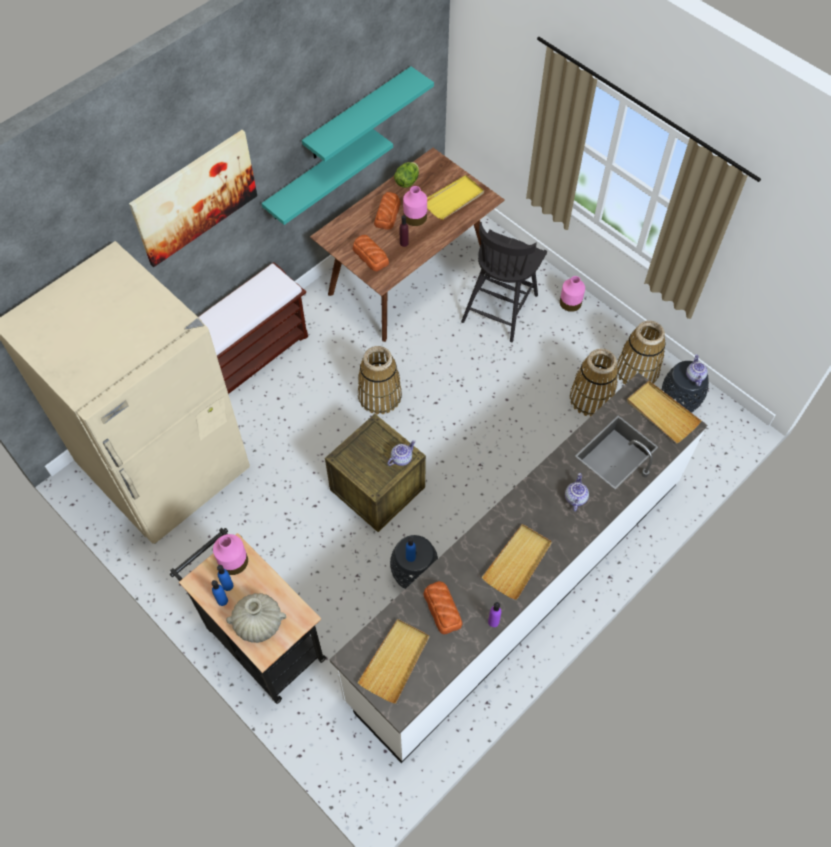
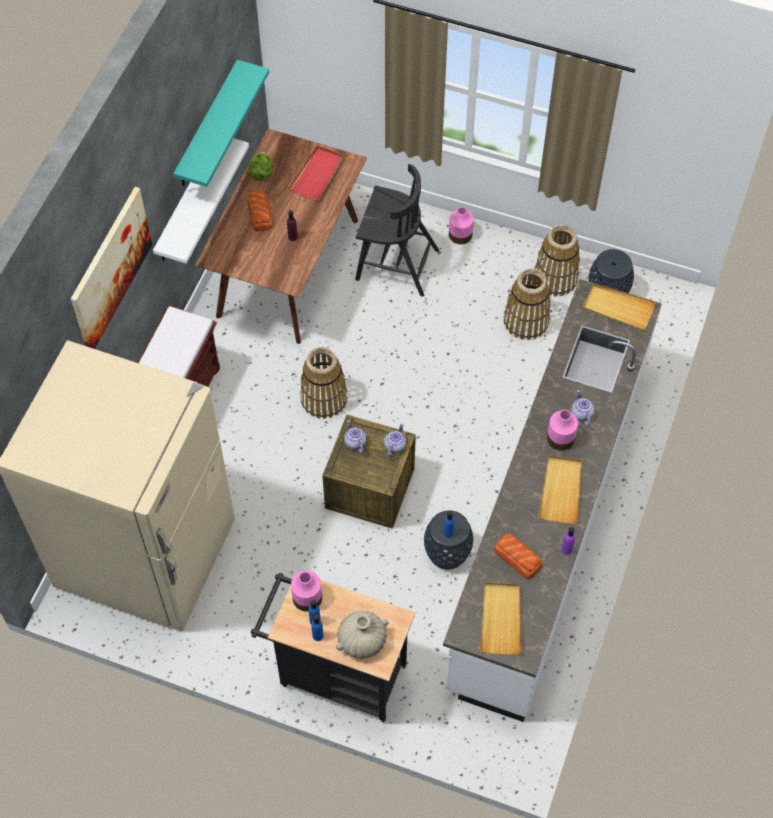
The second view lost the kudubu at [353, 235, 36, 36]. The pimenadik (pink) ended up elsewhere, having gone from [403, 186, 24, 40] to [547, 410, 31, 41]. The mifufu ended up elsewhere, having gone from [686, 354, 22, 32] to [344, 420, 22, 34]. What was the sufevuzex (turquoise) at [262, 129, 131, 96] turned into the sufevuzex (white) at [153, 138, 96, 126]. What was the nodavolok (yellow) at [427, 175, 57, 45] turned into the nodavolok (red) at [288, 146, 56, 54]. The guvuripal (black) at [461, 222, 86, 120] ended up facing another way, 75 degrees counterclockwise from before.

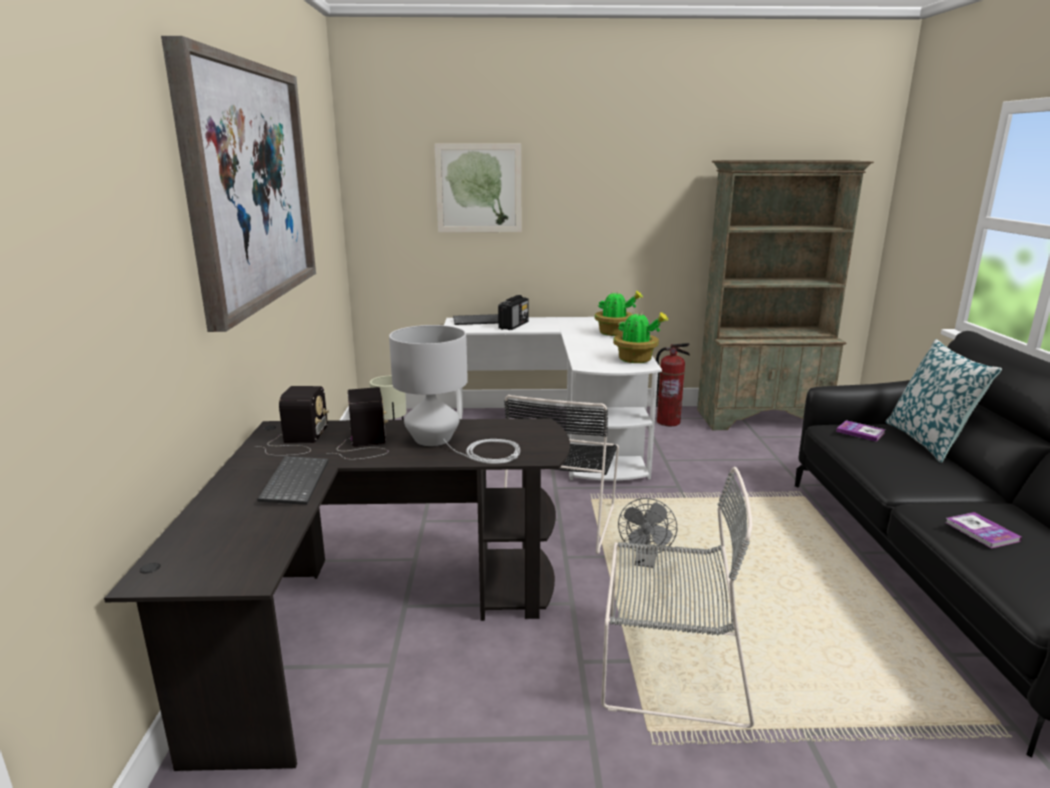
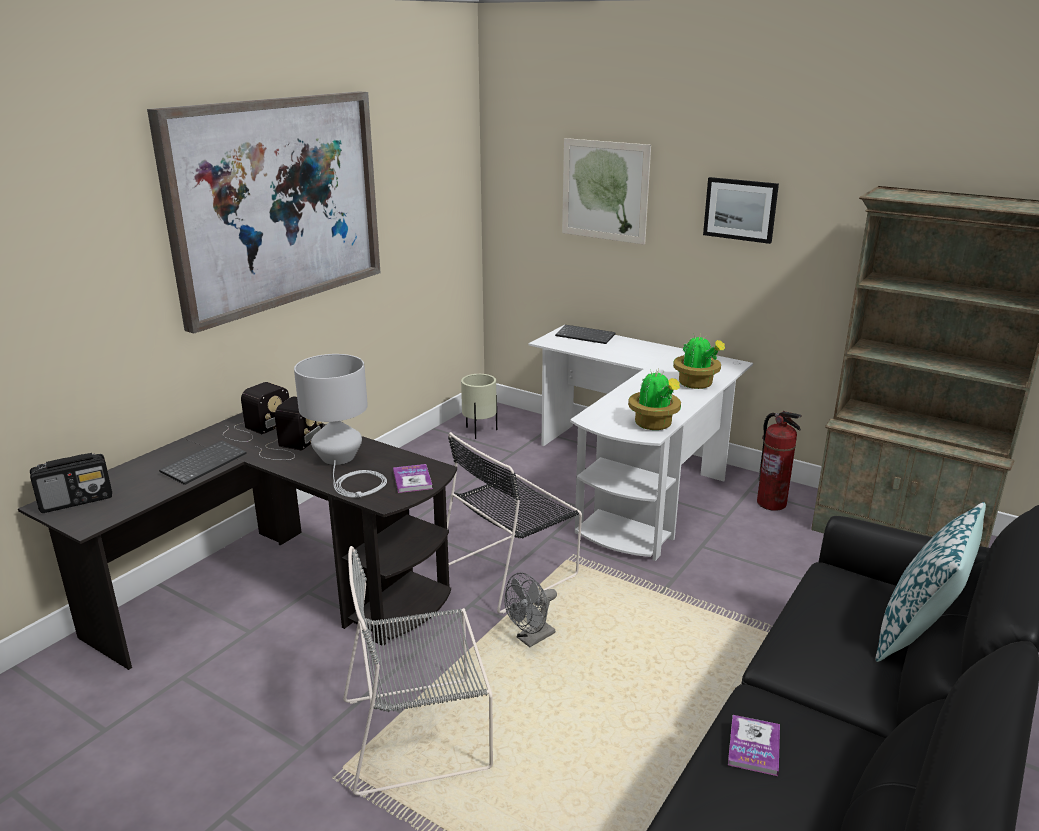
The second view gained the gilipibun at [703, 177, 76, 67]. The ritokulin ended up elsewhere, having gone from [498, 295, 31, 35] to [30, 453, 82, 60]. The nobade ended up elsewhere, having gone from [836, 420, 49, 22] to [393, 464, 40, 29]. The guvuripal (grey) at [601, 467, 153, 261] ended up facing another way, 120 degrees clockwise from before.

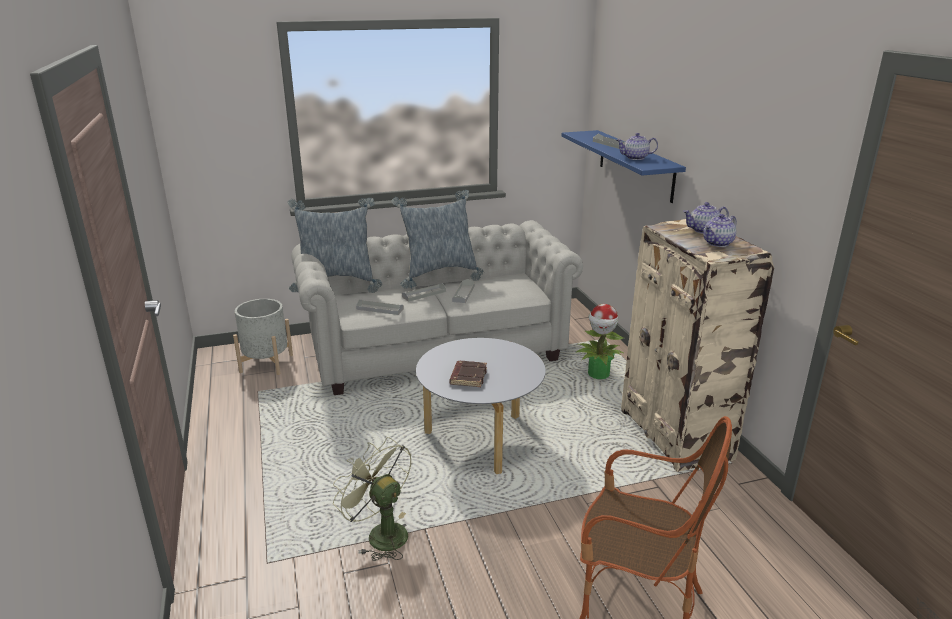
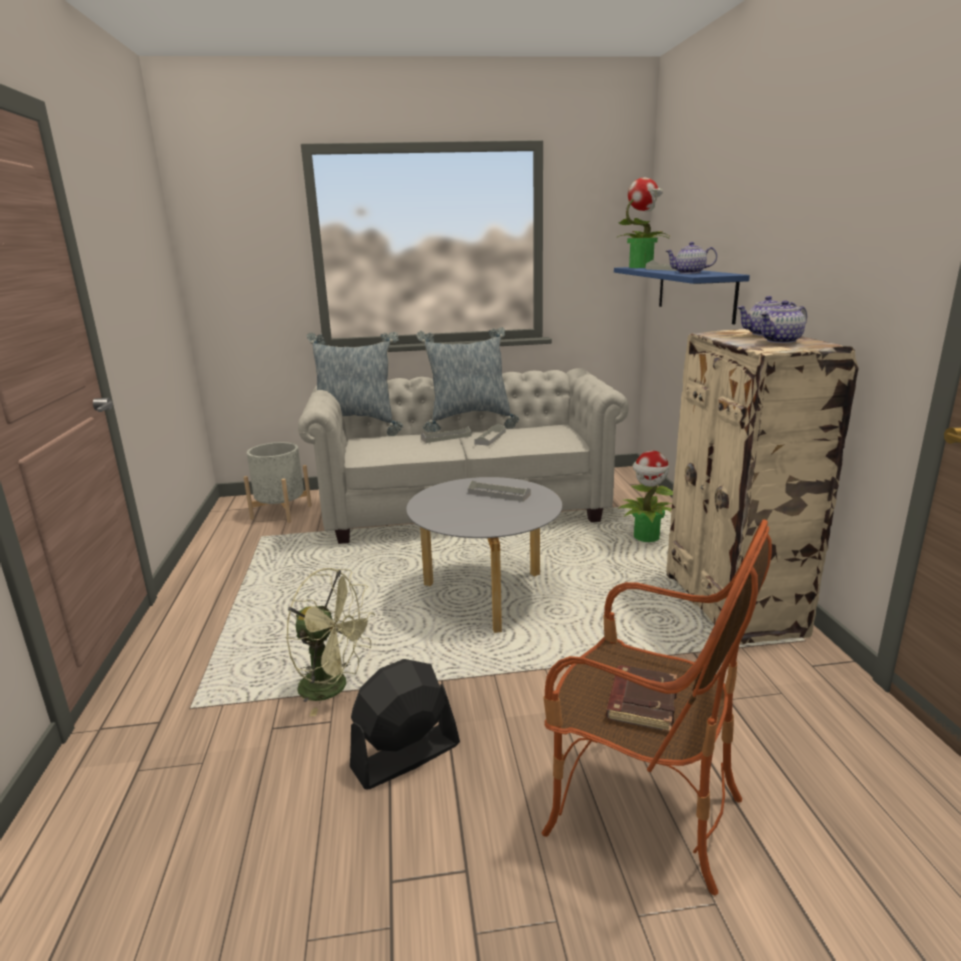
The second view gained the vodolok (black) at [350, 659, 110, 131]. The second view gained the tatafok at [616, 177, 54, 91]. The nodavolok (grey) ended up elsewhere, having gone from [356, 300, 48, 15] to [468, 481, 63, 21]. The nobade (brown) ended up elsewhere, having gone from [449, 361, 38, 26] to [606, 666, 71, 66]. The vodolok (green) at [333, 437, 78, 124] ended up facing another way, 150 degrees clockwise from before.

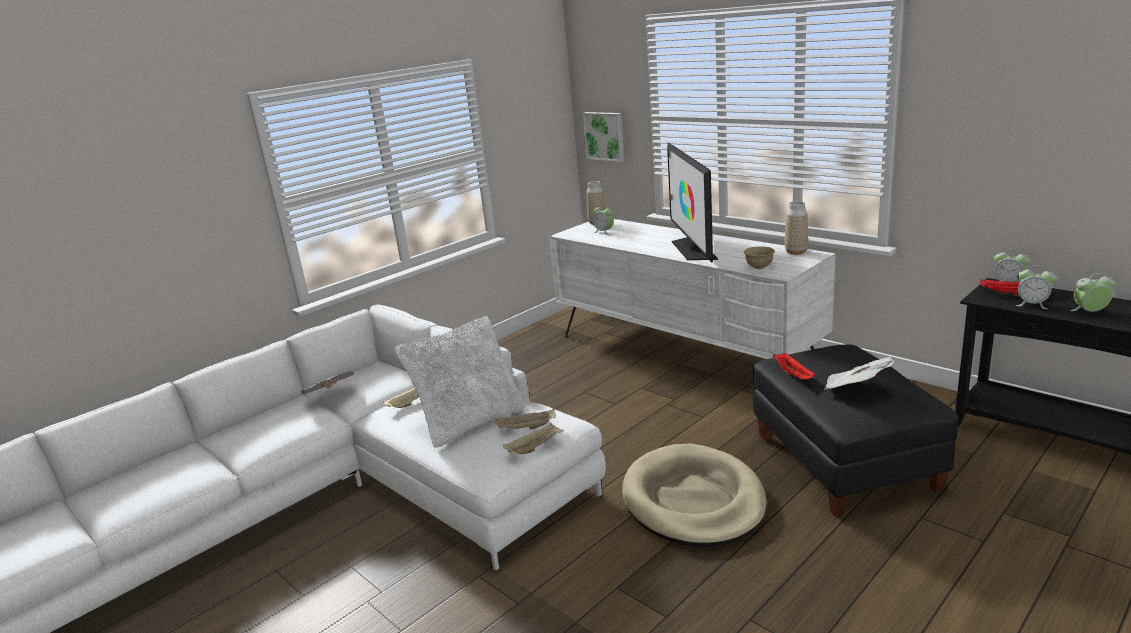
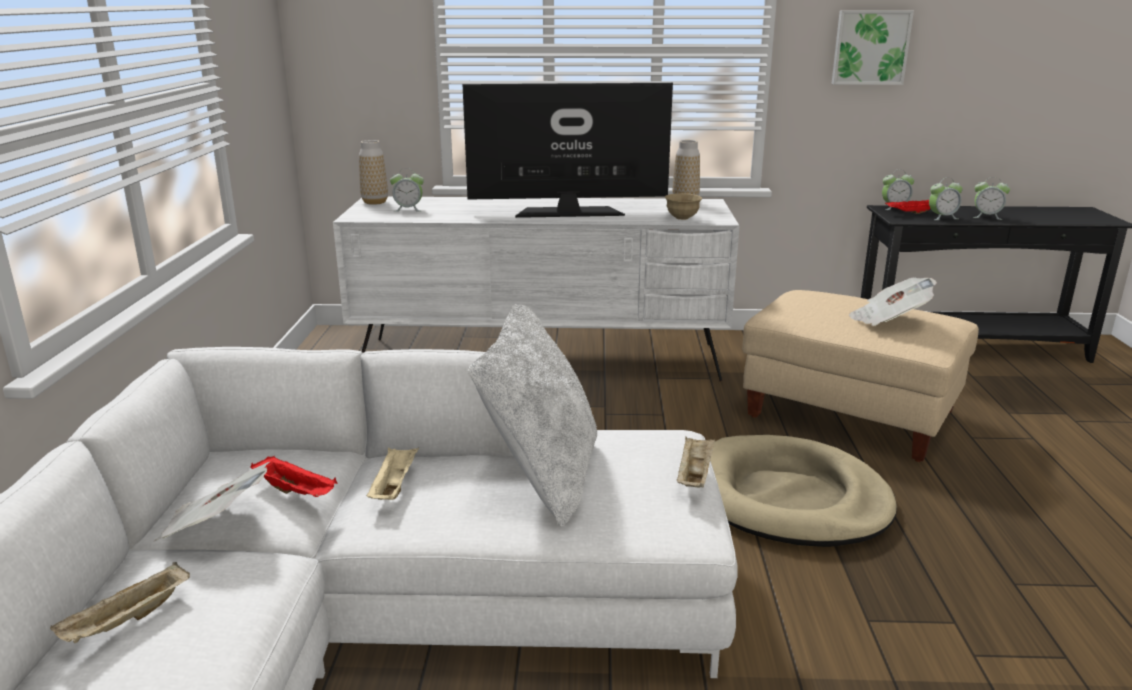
The nodavolok (beige) ended up elsewhere, having gone from [496, 409, 60, 20] to [50, 562, 140, 81]. The gilipibun ended up elsewhere, having gone from [583, 112, 41, 50] to [831, 10, 83, 75]. The nodavolok (red) ended up elsewhere, having gone from [773, 353, 42, 26] to [250, 456, 87, 41]. What was the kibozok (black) at [753, 344, 206, 173] turned into the kibozok (beige) at [742, 290, 237, 172]. The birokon at [667, 143, 51, 119] ended up facing another way, 135 degrees clockwise from before. The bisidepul at [1070, 273, 45, 39] ended up facing another way, 120 degrees counterclockwise from before.

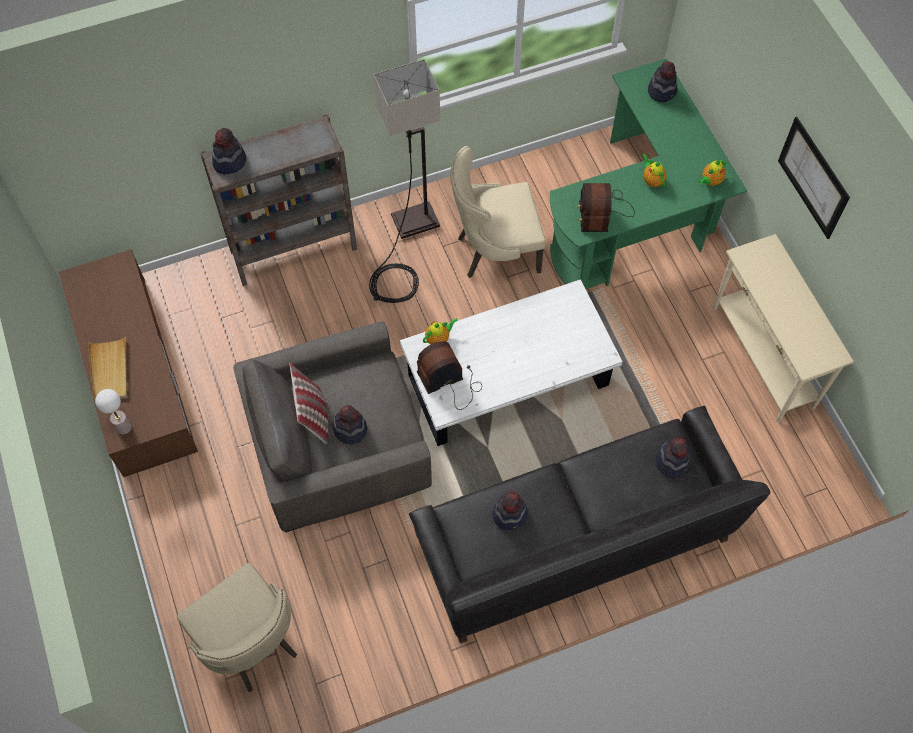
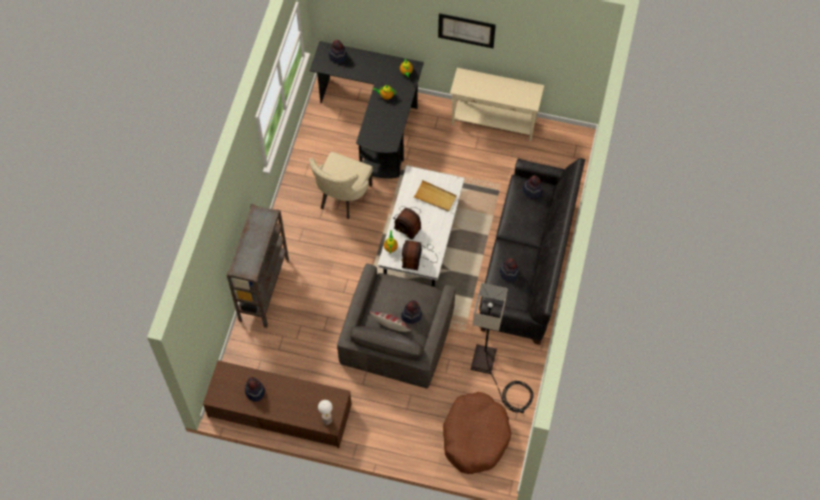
The nodavolok (beige) ended up elsewhere, having gone from [88, 338, 39, 64] to [414, 180, 43, 32]. The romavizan ended up elsewhere, having gone from [212, 128, 34, 46] to [245, 377, 20, 25]. The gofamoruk ended up elsewhere, having gone from [369, 59, 71, 244] to [470, 283, 64, 130]. The ritokulin ended up elsewhere, having gone from [578, 183, 57, 49] to [394, 206, 27, 34]. Where the guvuripal (beige) stood at [177, 563, 120, 129], the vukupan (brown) came to stand at [443, 392, 68, 82]. What was the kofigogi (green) at [550, 58, 197, 232] turned into the kofigogi (black) at [309, 41, 115, 137].

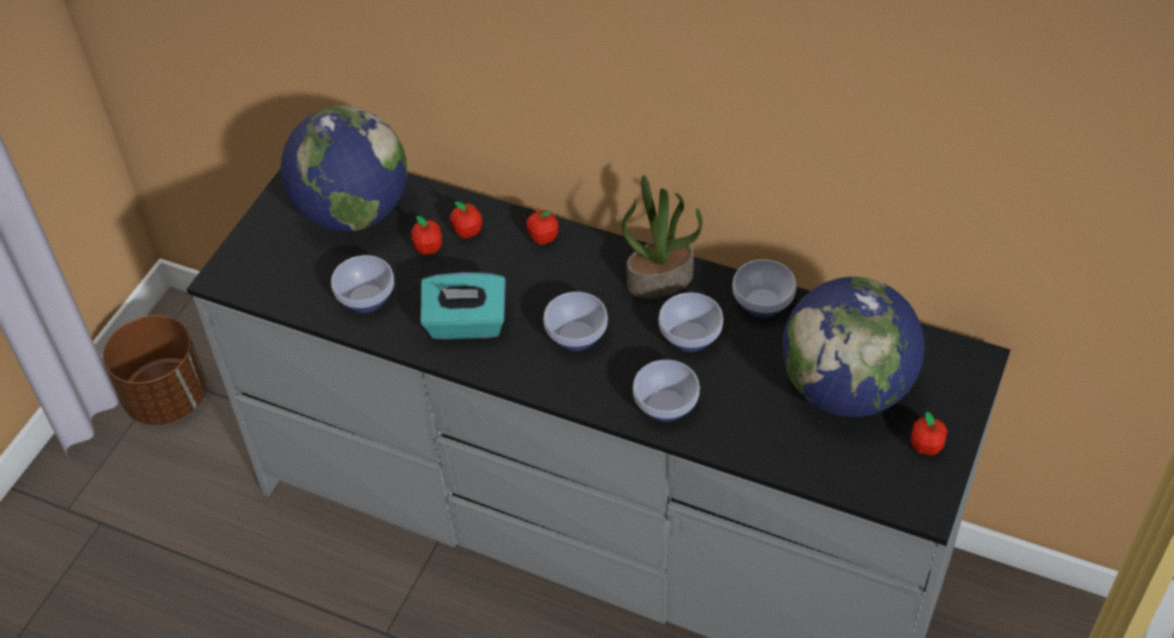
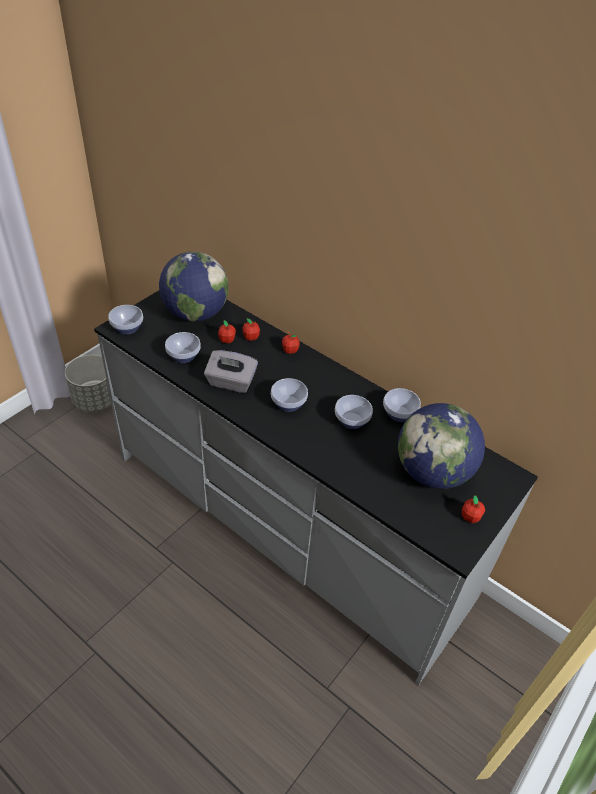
The second view lost the tatafok at [622, 175, 80, 123]. The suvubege ended up elsewhere, having gone from [633, 360, 67, 62] to [108, 305, 35, 30]. What was the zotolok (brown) at [103, 315, 103, 110] turned into the zotolok (grey) at [65, 355, 46, 57]. What was the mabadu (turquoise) at [420, 272, 86, 67] turned into the mabadu (grey) at [204, 350, 54, 43].

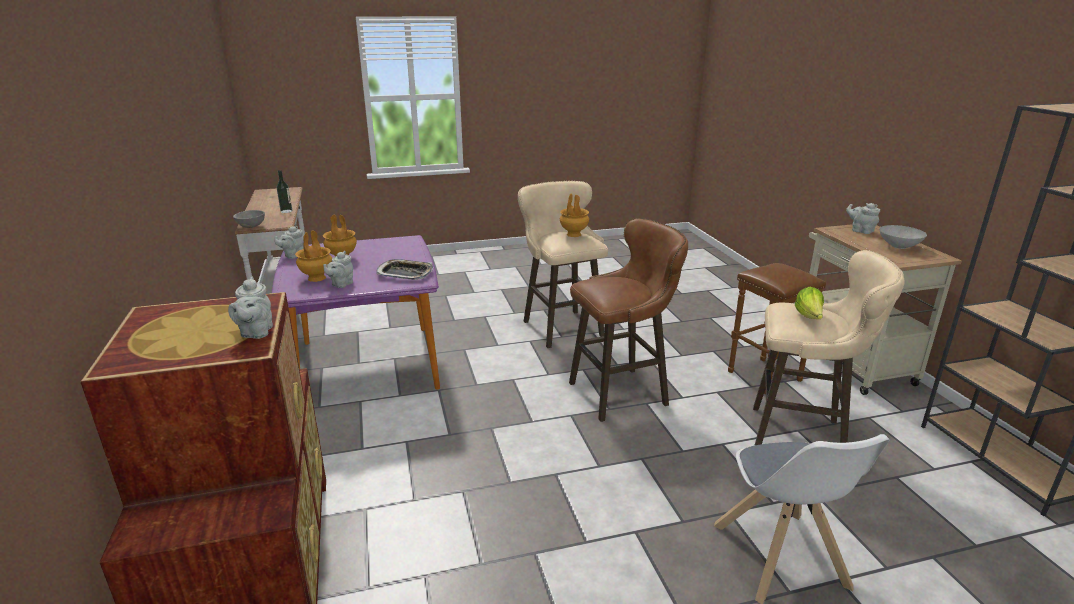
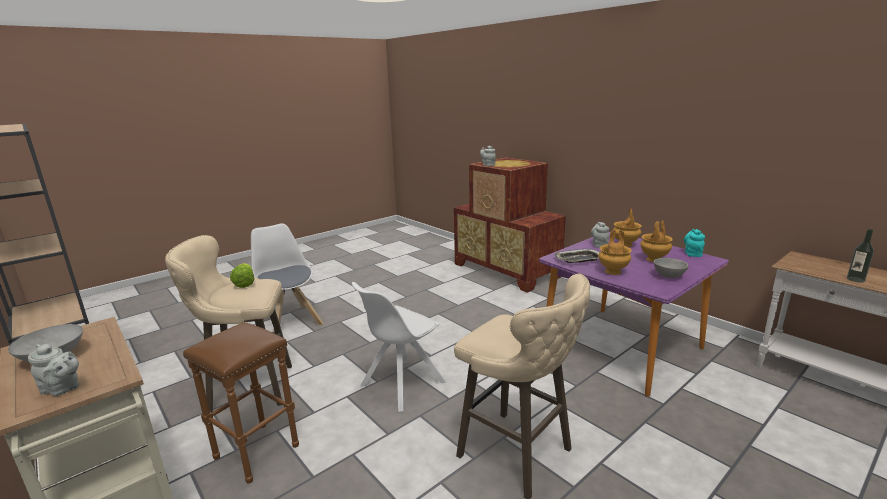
The suvubege (grey) ended up elsewhere, having gone from [233, 210, 32, 18] to [654, 258, 34, 20]. The pimenadik (brown) ended up elsewhere, having gone from [560, 194, 29, 43] to [599, 230, 33, 45]. Where the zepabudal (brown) stood at [569, 218, 119, 204], the guvuripal (white) came to stand at [352, 282, 94, 130]. What was the mifufu (grey) at [274, 226, 30, 33] turned into the mifufu (turquoise) at [684, 229, 21, 28].

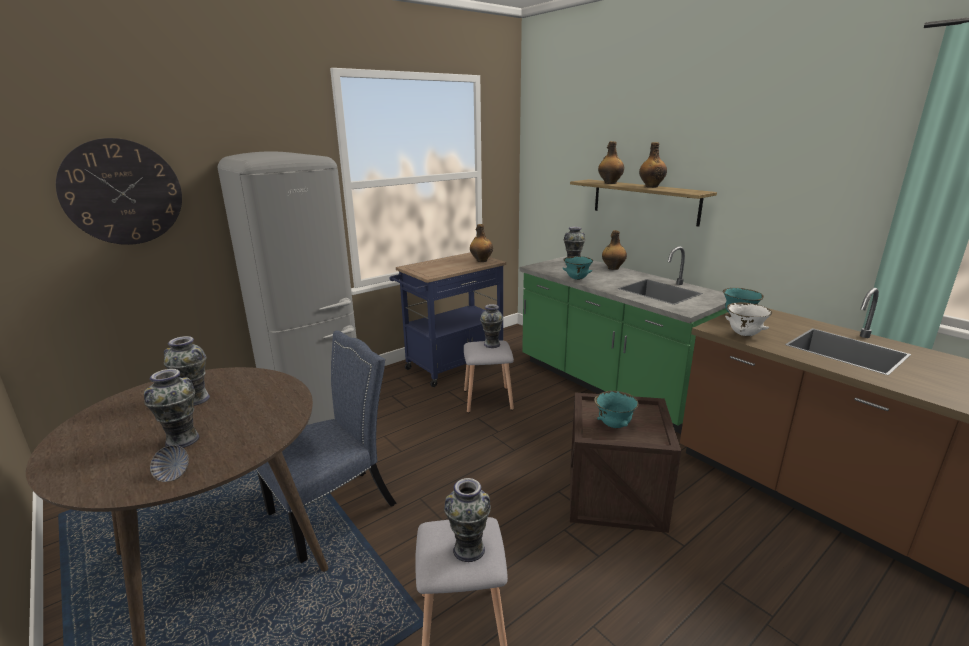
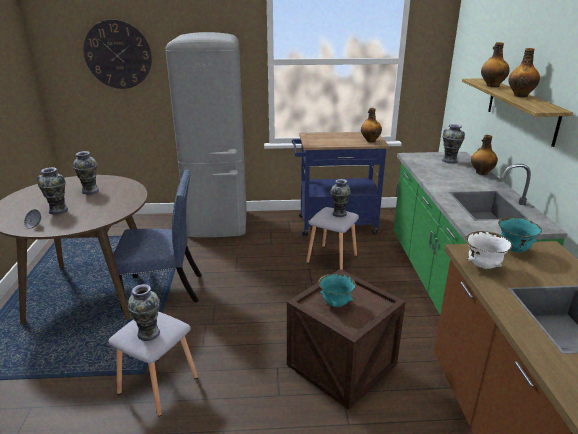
The second view lost the suvubege (turquoise) at [563, 256, 30, 24].

